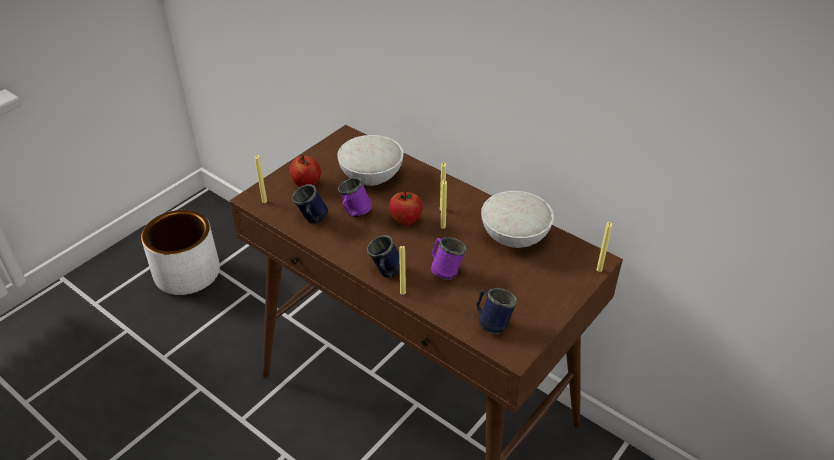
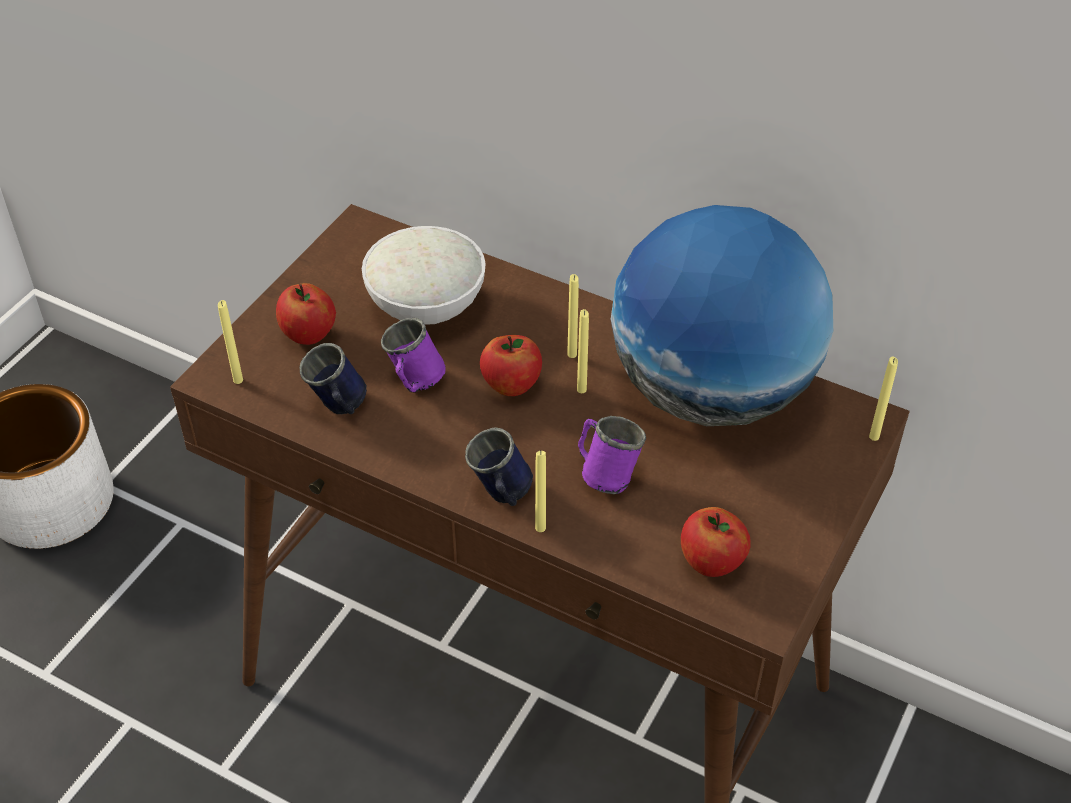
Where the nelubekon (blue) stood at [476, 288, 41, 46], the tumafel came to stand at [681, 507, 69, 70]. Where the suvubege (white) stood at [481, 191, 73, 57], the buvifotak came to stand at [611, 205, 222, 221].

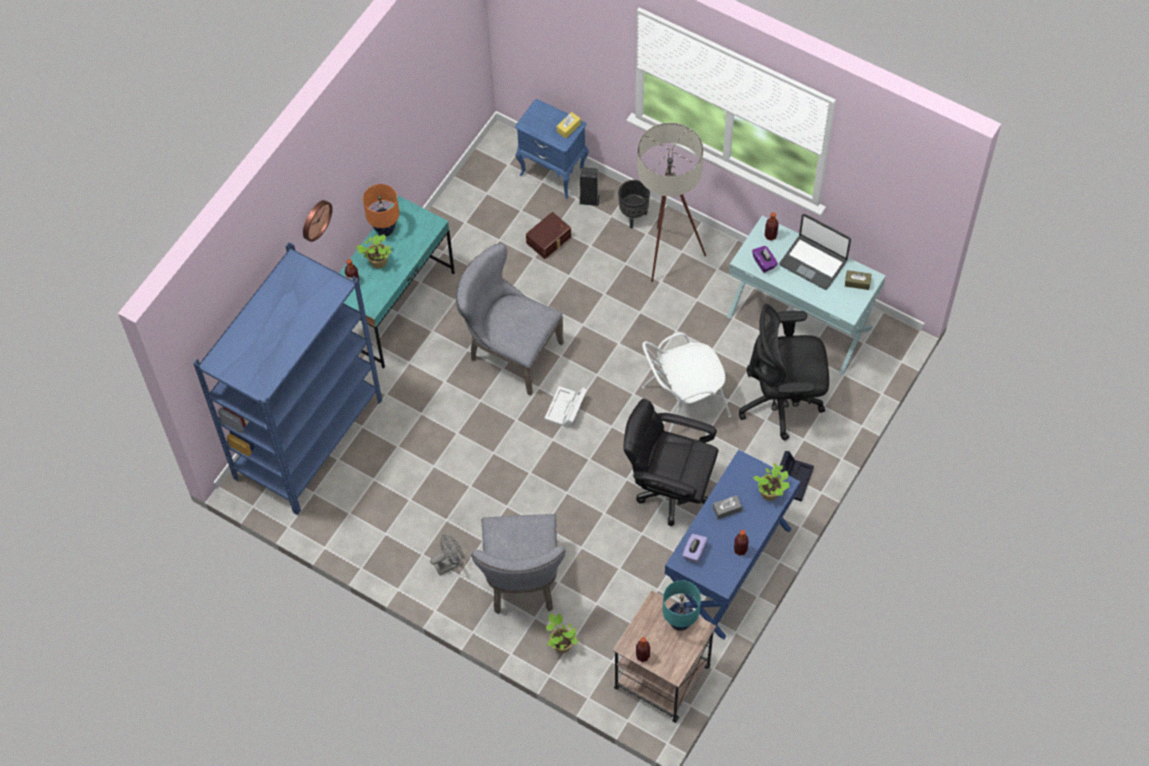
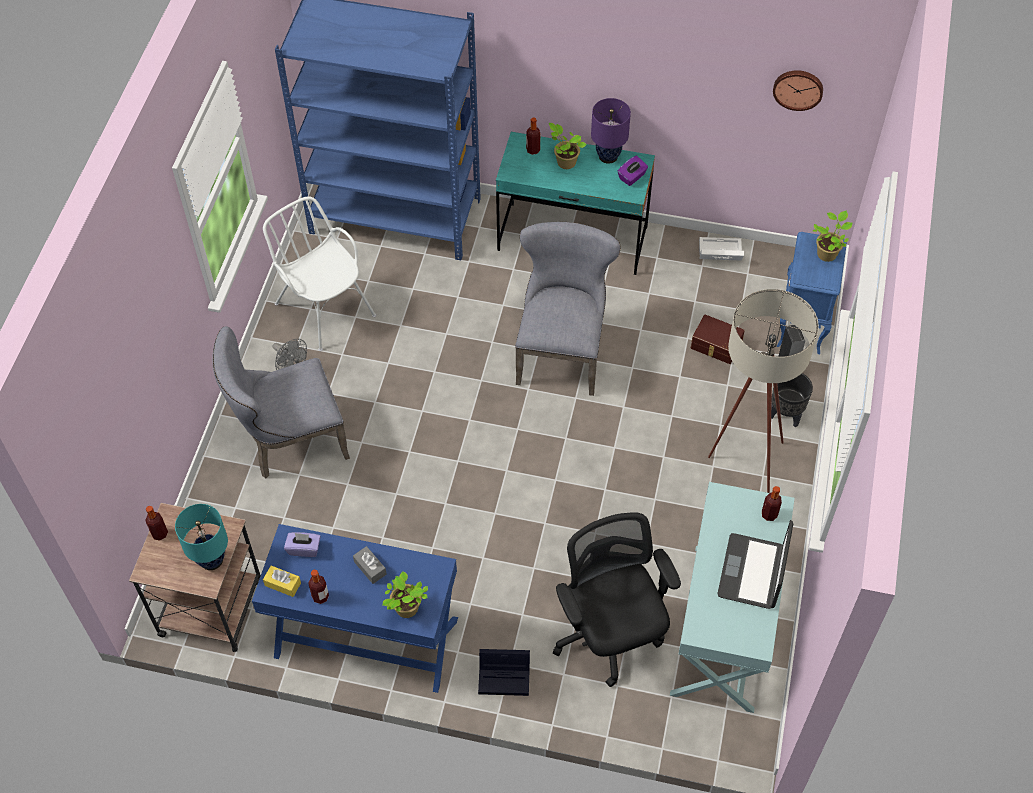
The second view lost the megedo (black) at [623, 399, 96, 127]. The second view lost the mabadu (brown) at [845, 270, 26, 20]. The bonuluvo ended up elsewhere, having gone from [303, 200, 29, 42] to [773, 70, 50, 41]. The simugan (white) ended up elsewhere, having gone from [544, 386, 43, 41] to [699, 237, 45, 24]. The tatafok ended up elsewhere, having gone from [546, 614, 32, 39] to [813, 211, 40, 51]. The mabadu (yellow) ended up elsewhere, having gone from [556, 112, 25, 26] to [263, 566, 38, 31]. The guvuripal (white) ended up elsewhere, having gone from [642, 332, 90, 101] to [263, 196, 114, 155]. The mabadu (purple) ended up elsewhere, having gone from [752, 246, 26, 27] to [618, 156, 30, 30]. What was the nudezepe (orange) at [363, 184, 36, 52] turned into the nudezepe (purple) at [591, 98, 40, 66].

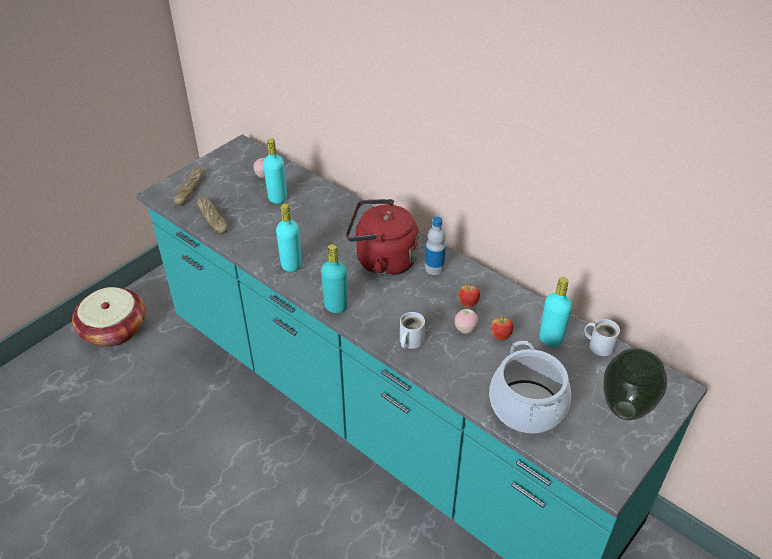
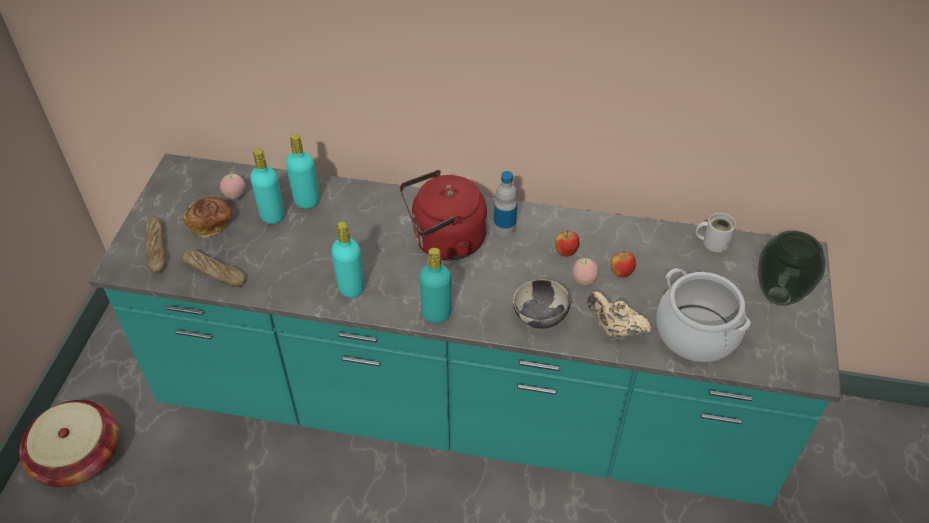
The second view gained the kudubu at [182, 197, 50, 40]. The second view gained the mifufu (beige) at [587, 291, 64, 49]. The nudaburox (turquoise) ended up elsewhere, having gone from [539, 277, 33, 70] to [286, 134, 33, 75]. Where the nelubekon (white) stood at [400, 312, 25, 37], the suvubege came to stand at [513, 279, 57, 50].

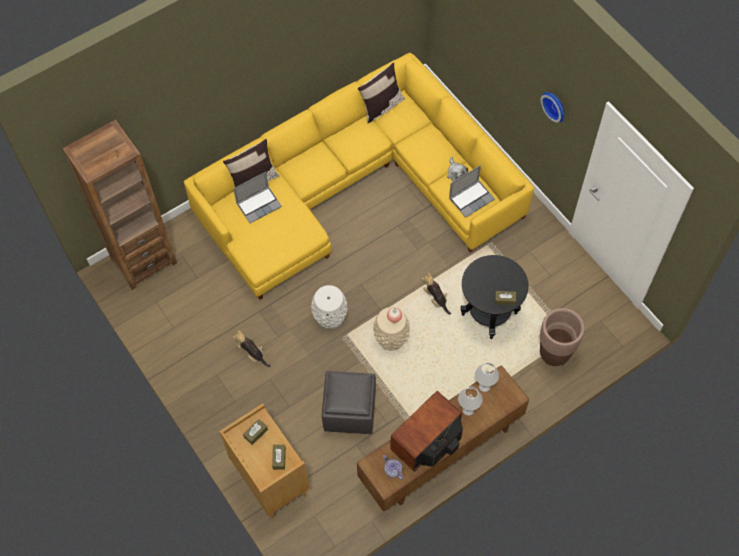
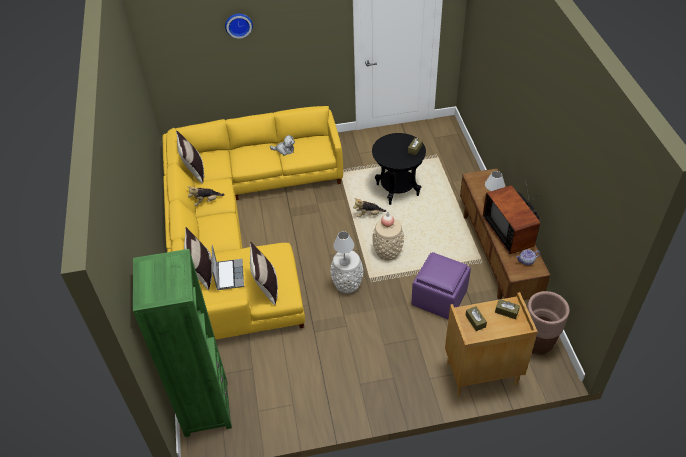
The second view lost the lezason at [449, 165, 46, 53]. The second view gained the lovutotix at [250, 242, 28, 63]. The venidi ended up elsewhere, having gone from [233, 330, 37, 37] to [187, 186, 38, 20]. The nudezepe (white) ended up elsewhere, having gone from [475, 362, 24, 30] to [333, 231, 21, 35]. The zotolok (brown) ended up elsewhere, having gone from [540, 308, 45, 58] to [527, 291, 42, 64]. The bonuluvo ended up elsewhere, having gone from [541, 92, 24, 31] to [225, 14, 28, 25]. What was the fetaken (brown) at [62, 120, 115, 170] turned into the fetaken (green) at [133, 249, 99, 188]. What was the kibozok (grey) at [322, 371, 54, 63] turned into the kibozok (purple) at [412, 252, 59, 67].

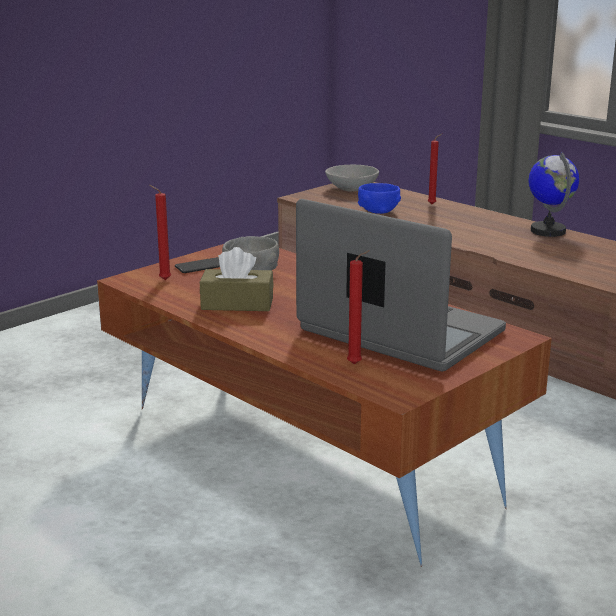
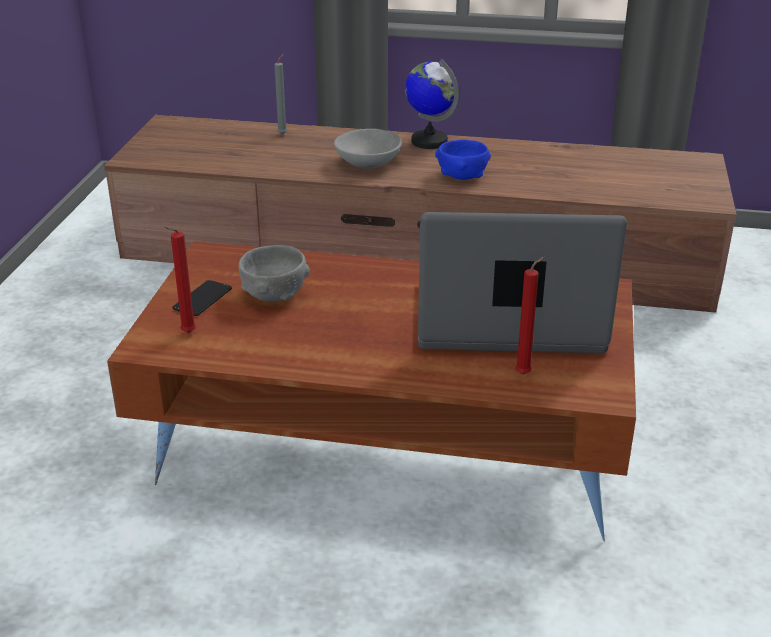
The second view lost the mabadu (brown) at [200, 247, 74, 64]. The suvubege (grey) ended up elsewhere, having gone from [325, 165, 54, 26] to [334, 129, 68, 40]. The suvubege (blue) ended up elsewhere, having gone from [358, 183, 43, 31] to [435, 140, 56, 40]. What was the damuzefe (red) at [428, 134, 14, 70] turned into the damuzefe (grey) at [274, 54, 13, 81].

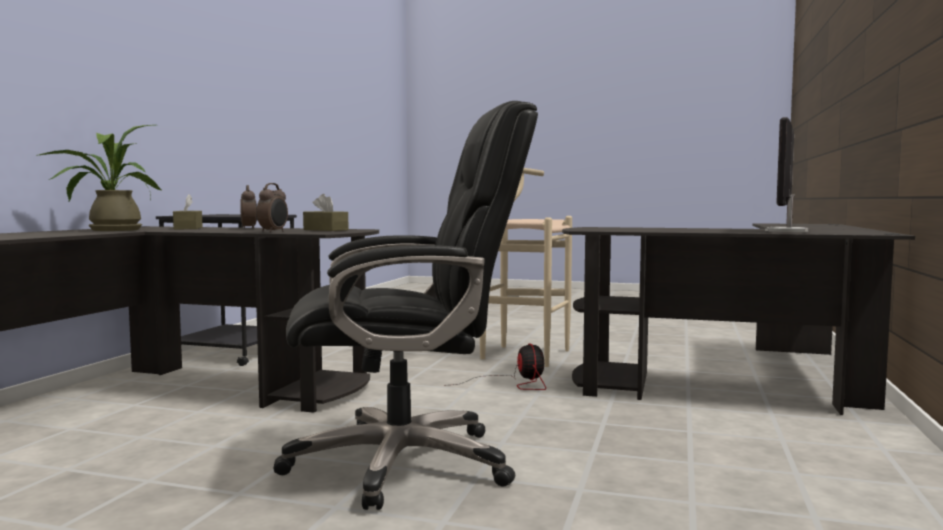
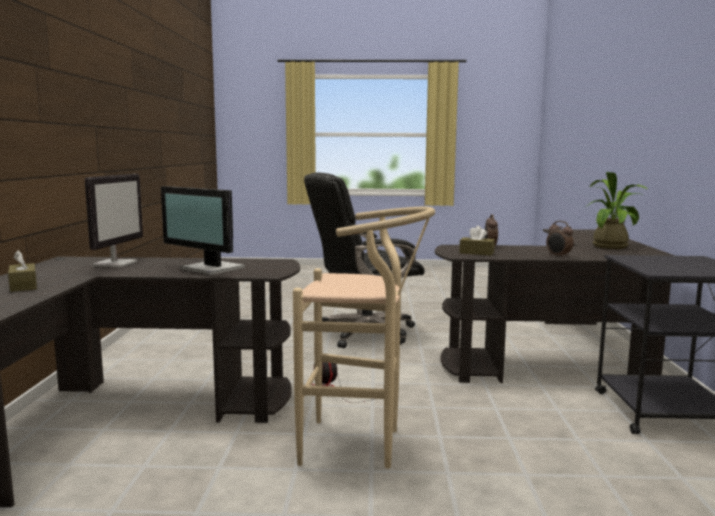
The second view gained the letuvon at [161, 186, 84, 89]. The mabadu (brown) ended up elsewhere, having gone from [173, 195, 29, 34] to [8, 250, 29, 42].

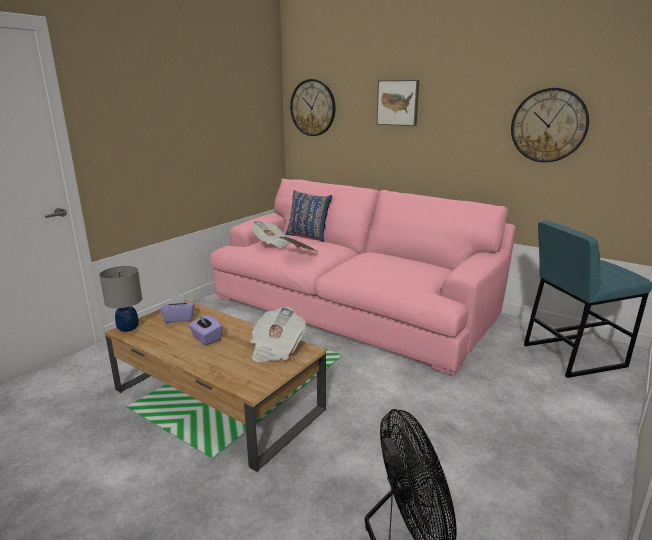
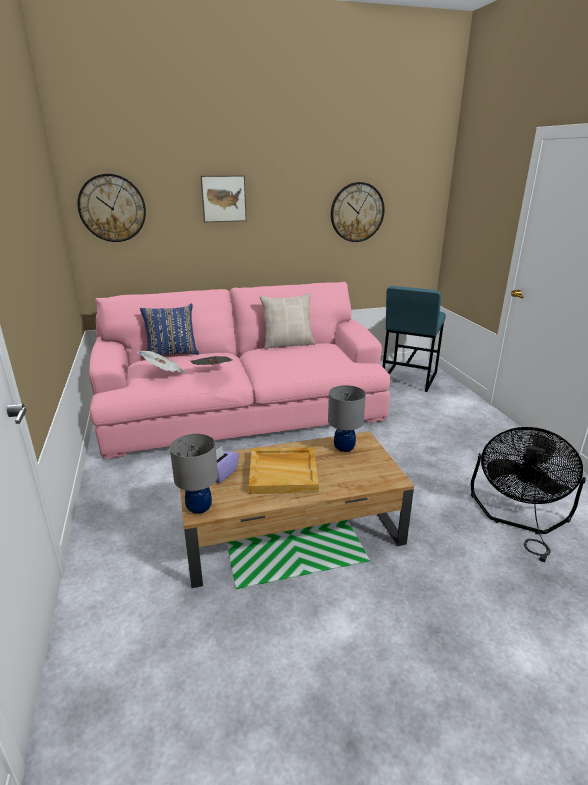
The second view gained the lovutotix (beige) at [260, 293, 55, 56]. Where the mabadu (purple) stood at [188, 314, 35, 31], the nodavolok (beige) came to stand at [249, 447, 70, 47]. Where the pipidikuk stood at [250, 307, 56, 55], the nudezepe (grey) came to stand at [328, 385, 38, 67].

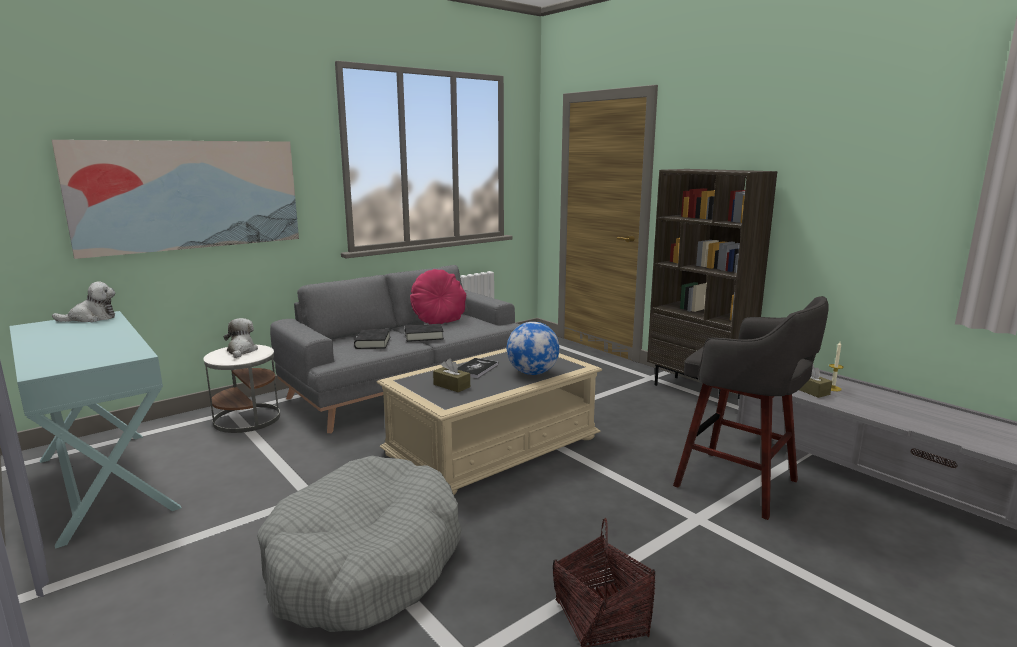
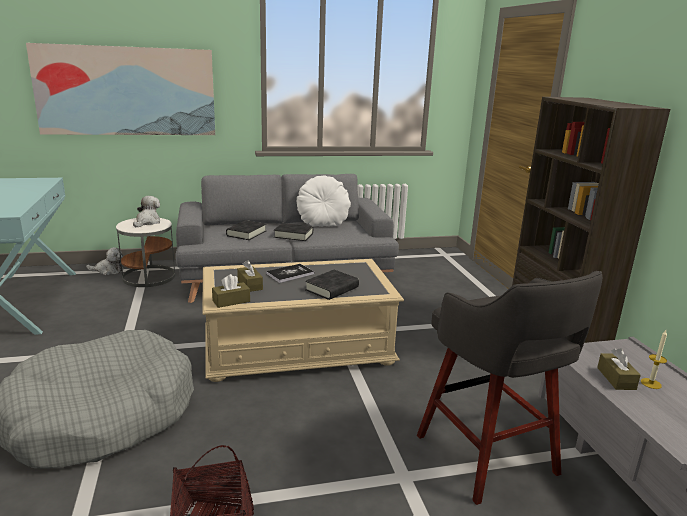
The second view gained the mabadu (brown) at [212, 274, 38, 34]. The venidi ended up elsewhere, having gone from [52, 282, 63, 40] to [86, 247, 38, 28]. Where the buvifotak stood at [507, 322, 53, 53], the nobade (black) came to stand at [305, 270, 54, 30]. What was the lovutotix (pink) at [410, 269, 56, 55] turned into the lovutotix (white) at [297, 175, 54, 52].

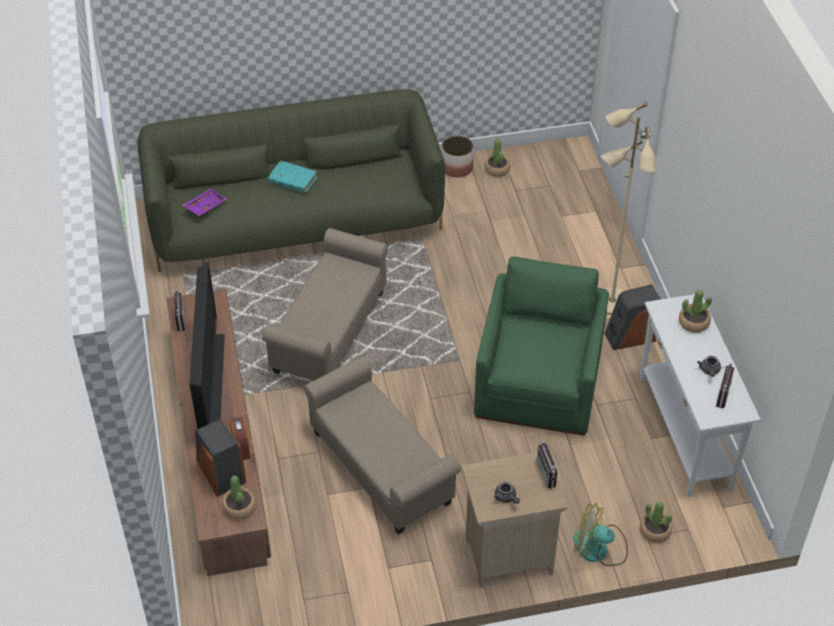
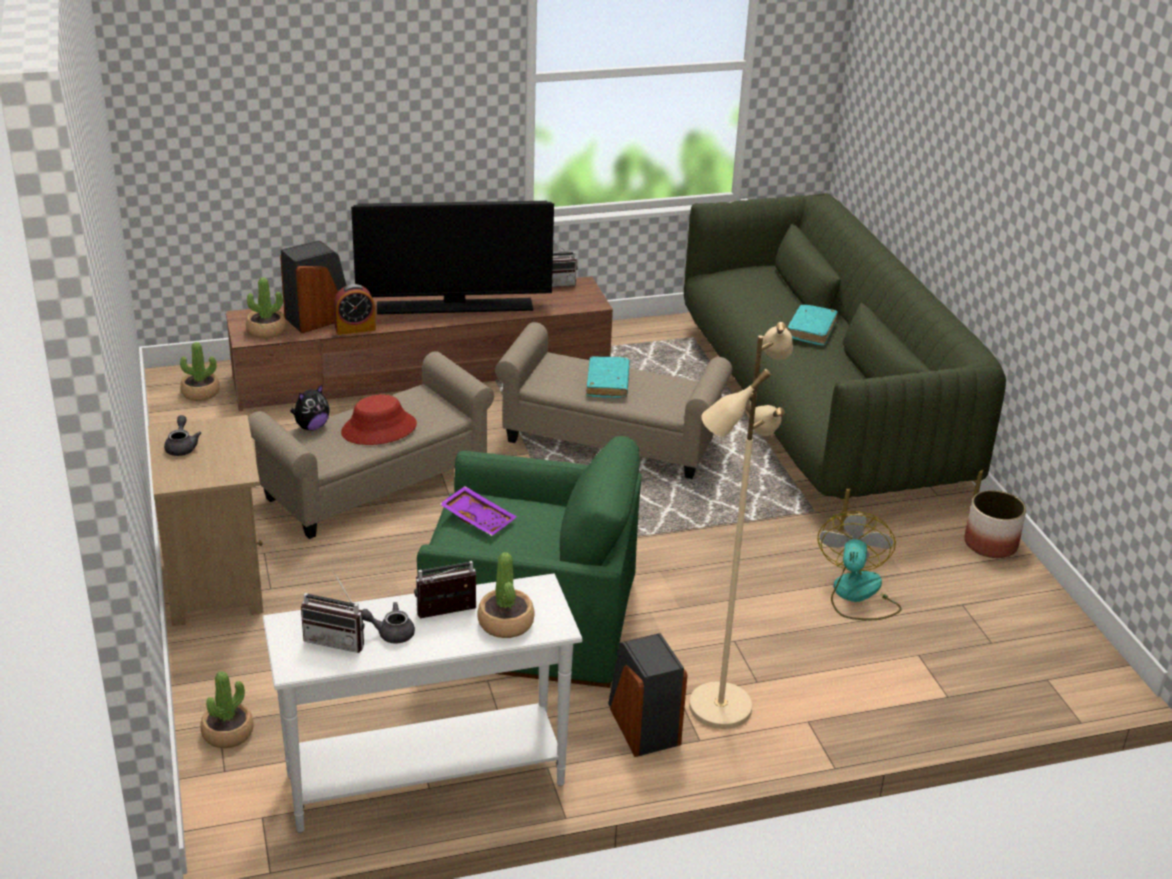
The second view gained the venidi at [290, 385, 40, 45]. The second view gained the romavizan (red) at [341, 395, 76, 50]. The second view gained the nobade (turquoise) at [586, 357, 44, 41]. The nodavolok (purple) ended up elsewhere, having gone from [183, 188, 44, 28] to [440, 486, 77, 50]. The tatafok ended up elsewhere, having gone from [484, 139, 26, 38] to [180, 342, 40, 59]. The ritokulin ended up elsewhere, having gone from [537, 441, 24, 47] to [414, 561, 62, 57]. The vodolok ended up elsewhere, having gone from [573, 503, 55, 63] to [817, 511, 85, 109]. The mifufu (grey) at [494, 482, 26, 22] ended up facing another way, 120 degrees clockwise from before.

